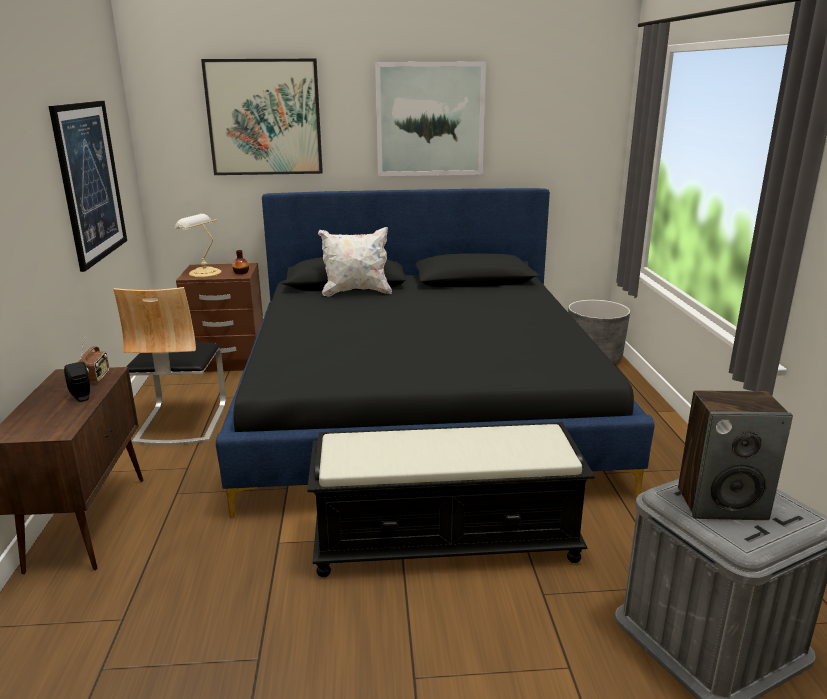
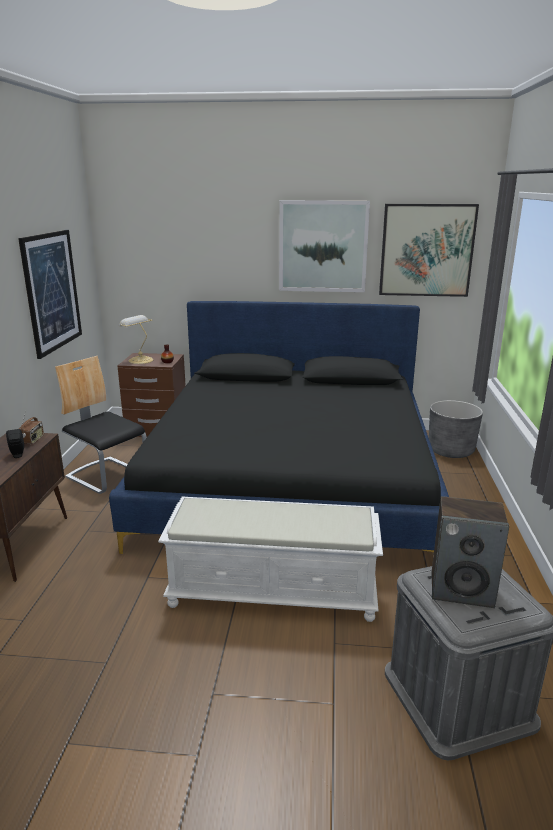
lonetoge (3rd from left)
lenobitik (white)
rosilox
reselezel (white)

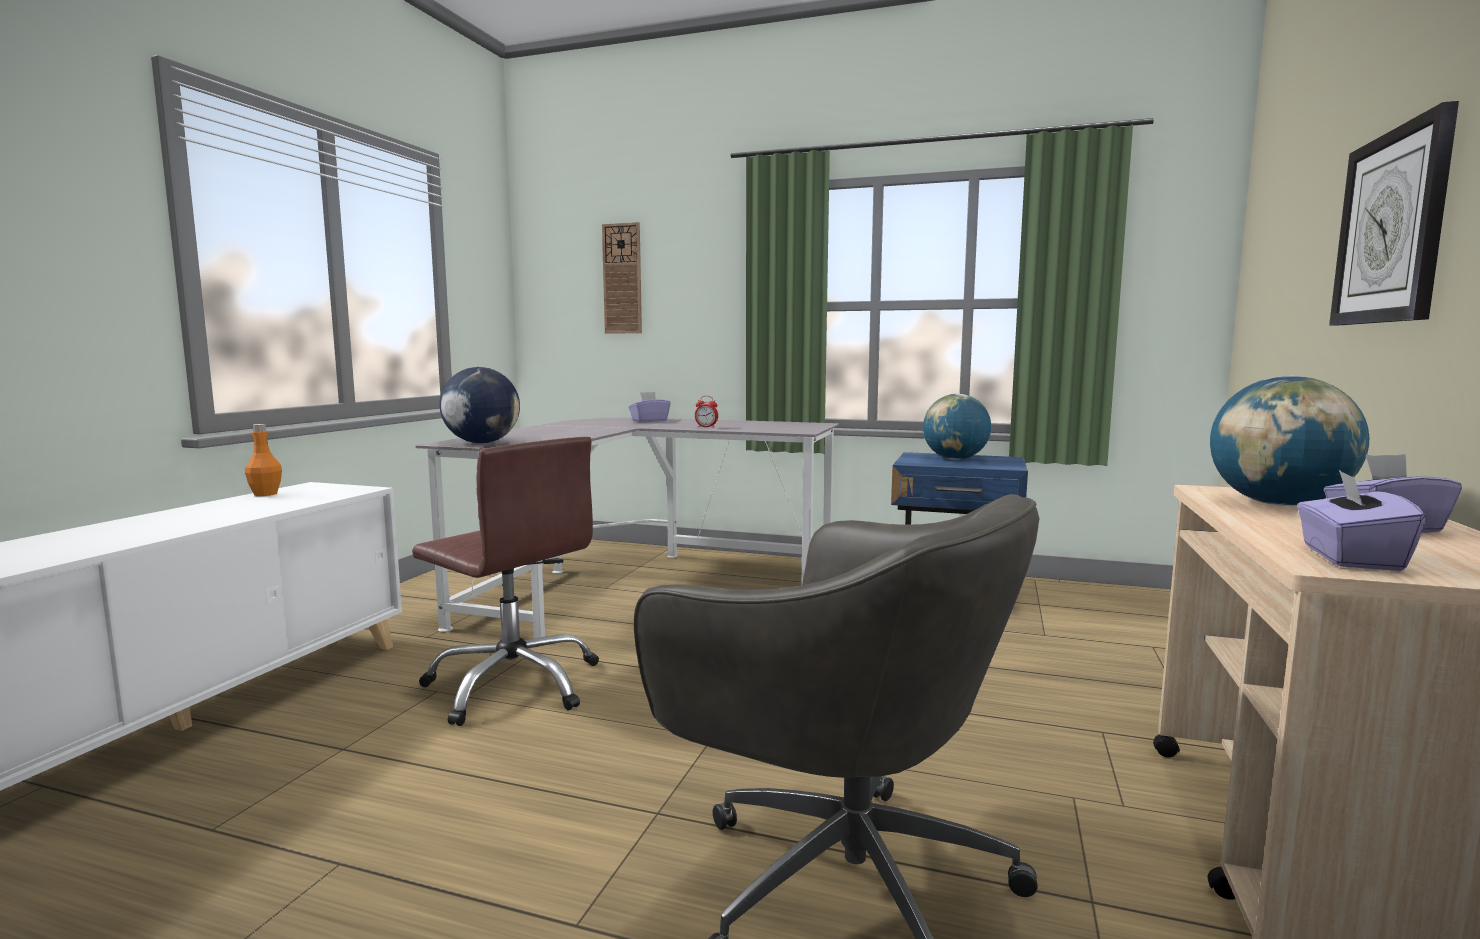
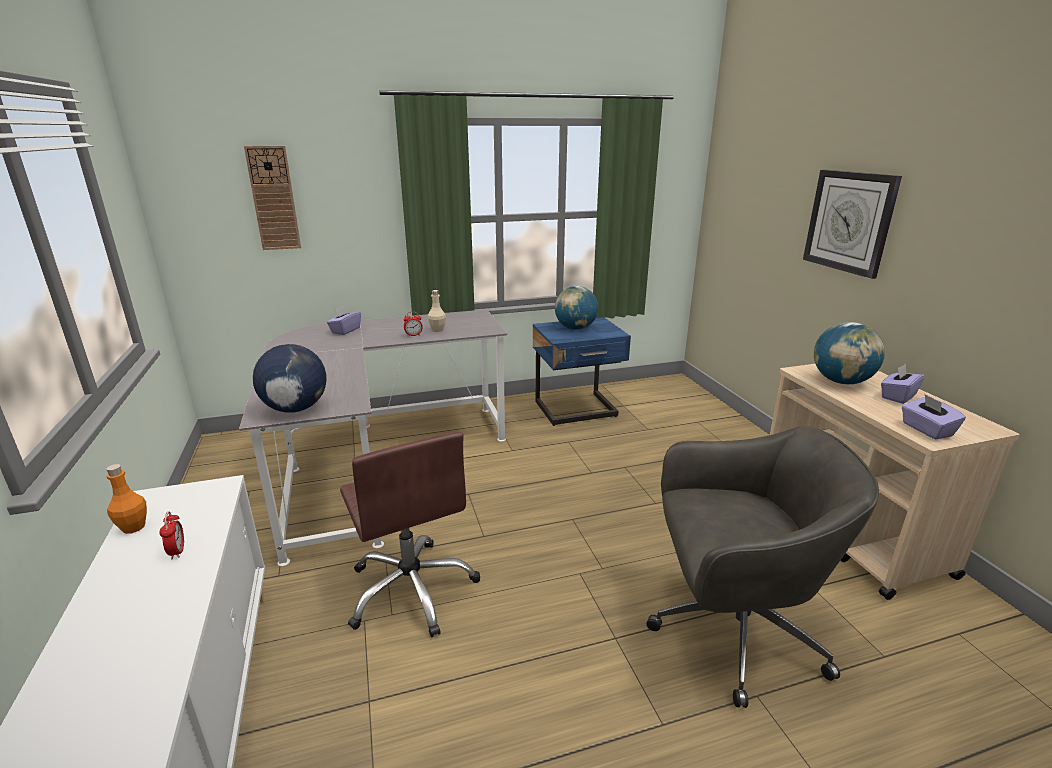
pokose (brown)
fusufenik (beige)
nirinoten (1st from left)

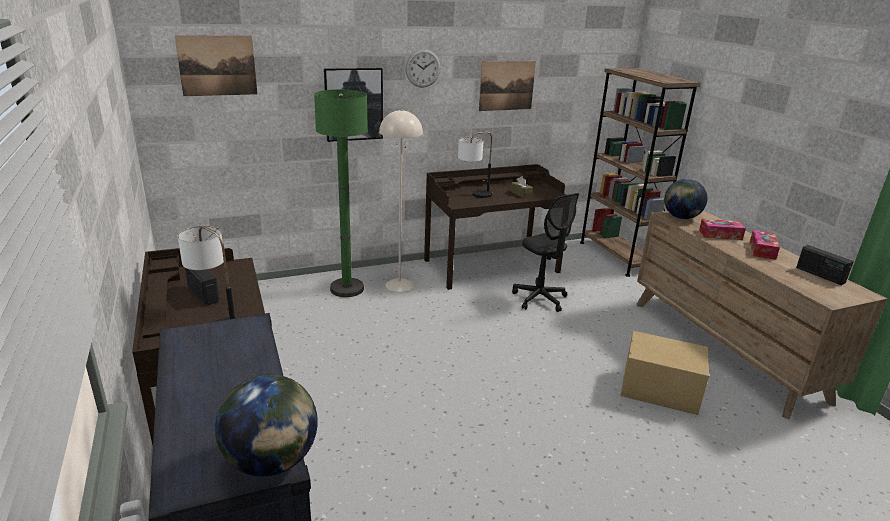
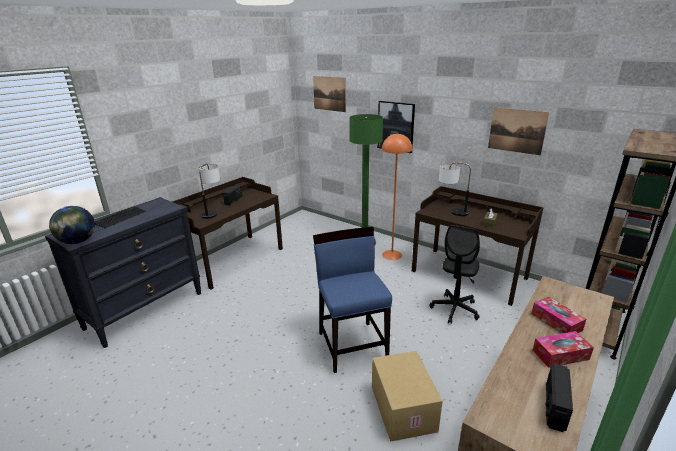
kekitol
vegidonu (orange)
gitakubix (2nd from left in the first image)
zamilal
rosilox (blue)

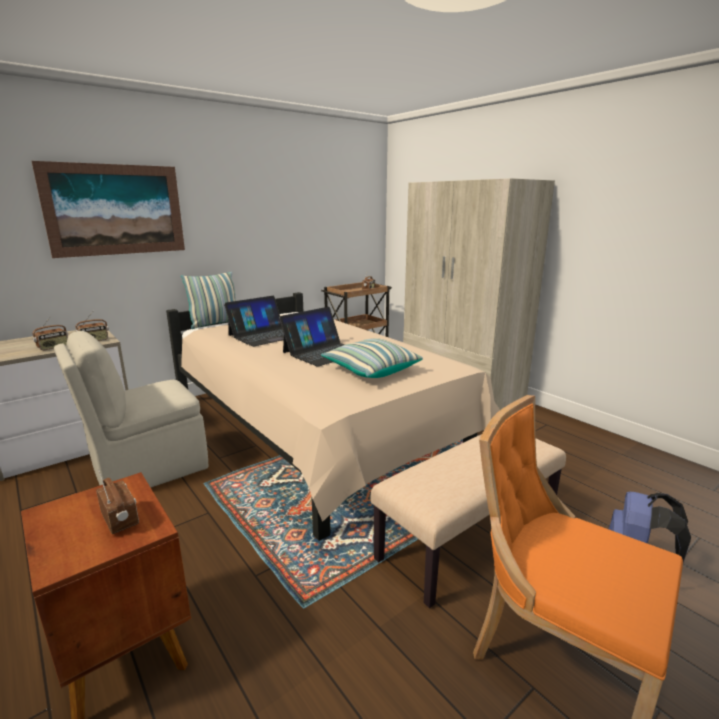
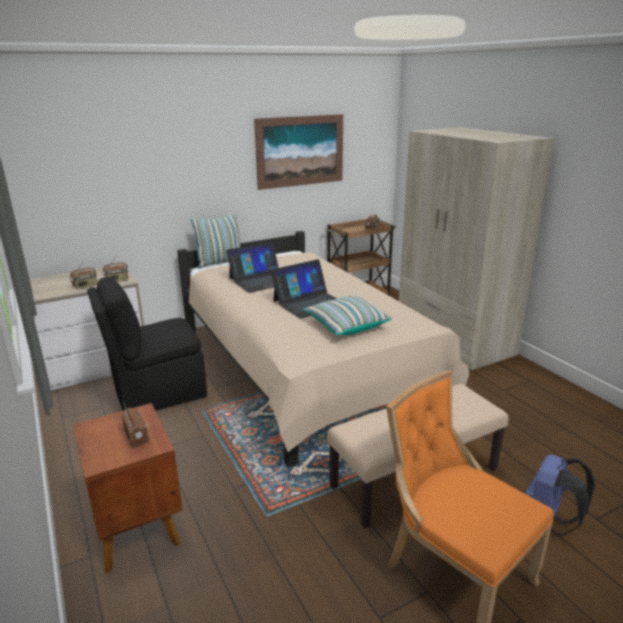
lonetoge
rosilox (black)

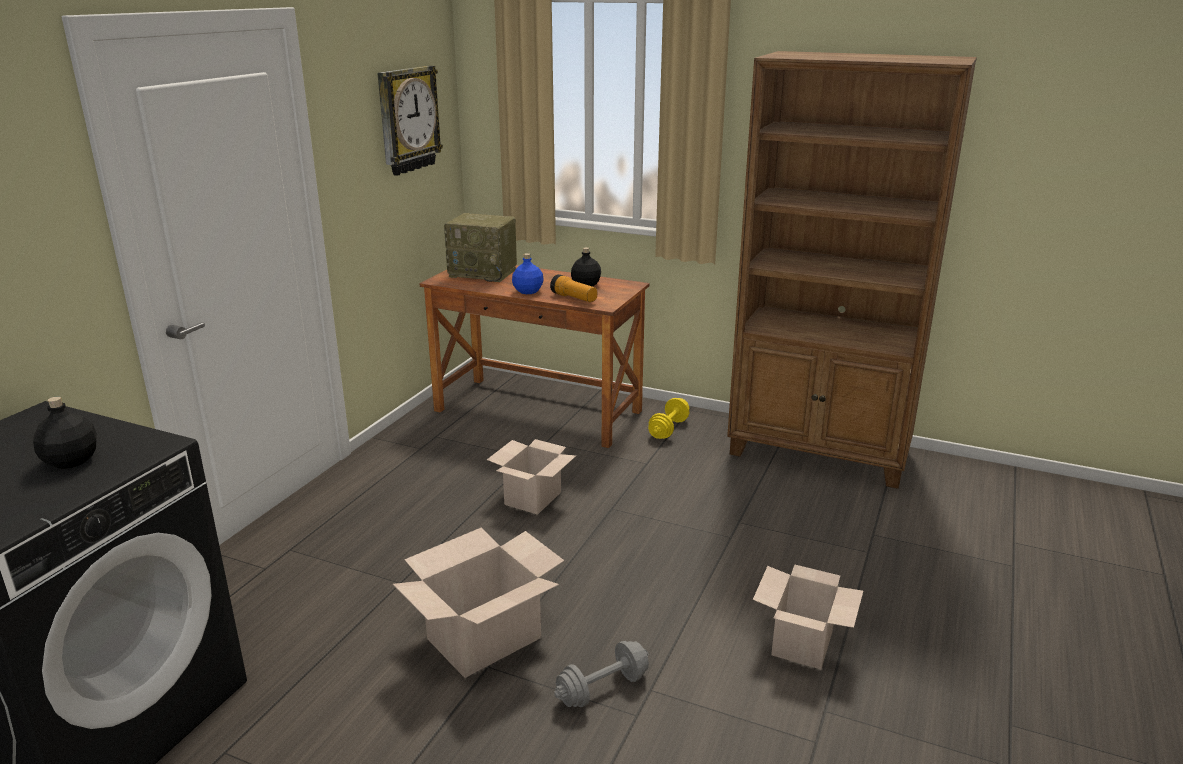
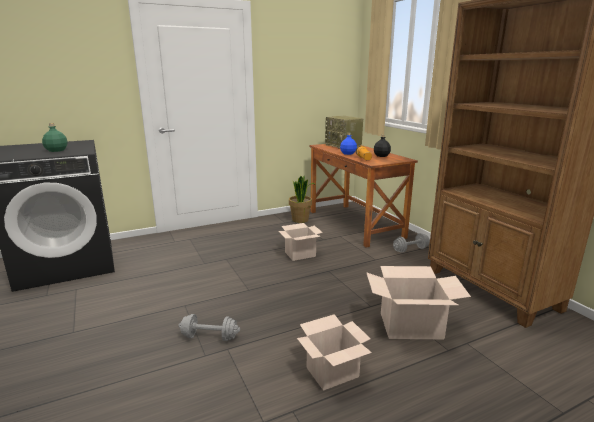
kekitol
fusufenik (green)
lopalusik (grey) (2nd from left)
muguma (3rd from left)
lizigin

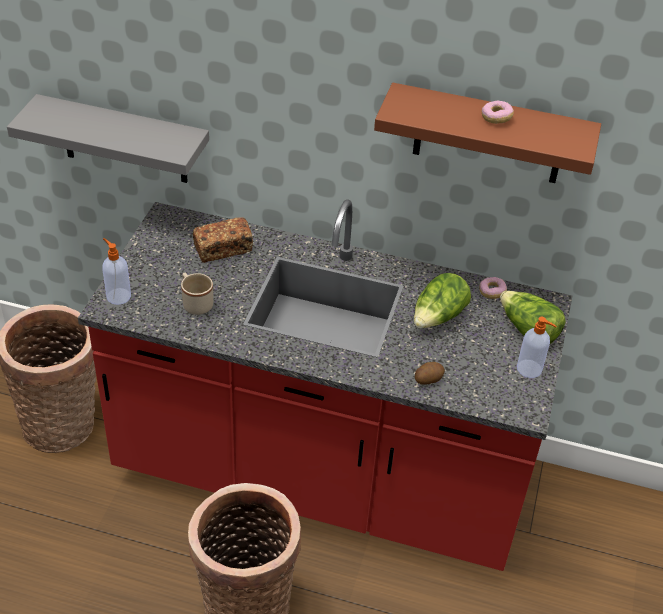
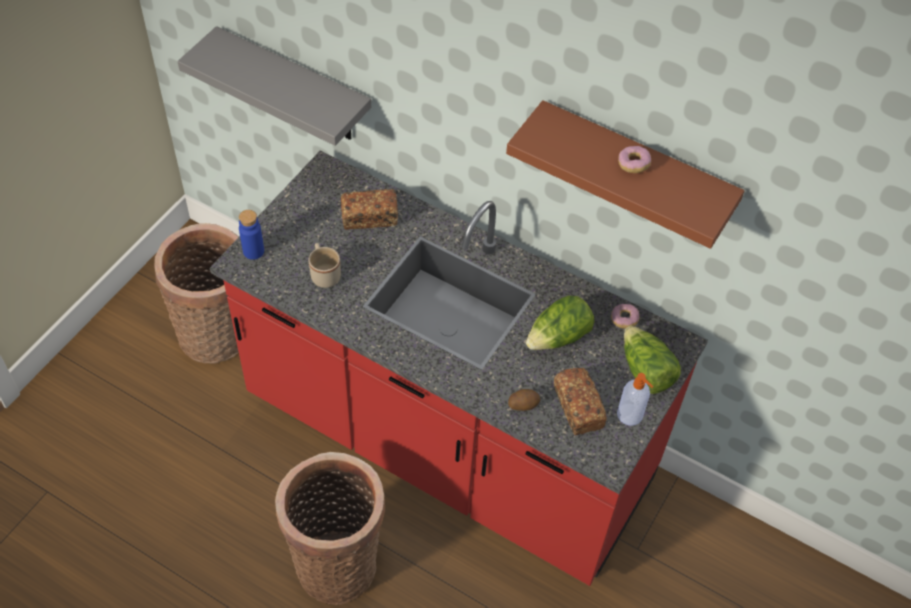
fusufenik (blue)
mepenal (2nd from left)

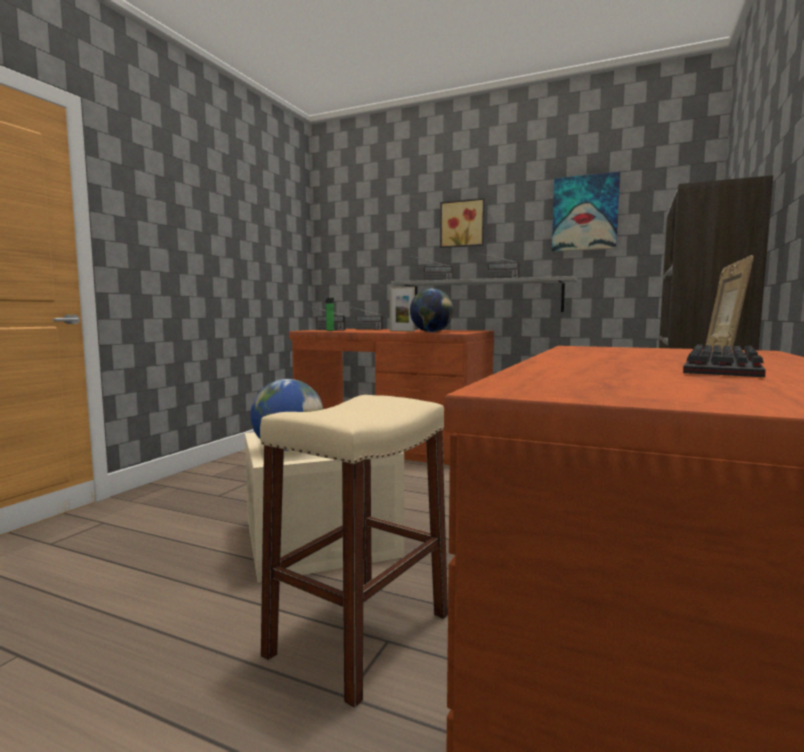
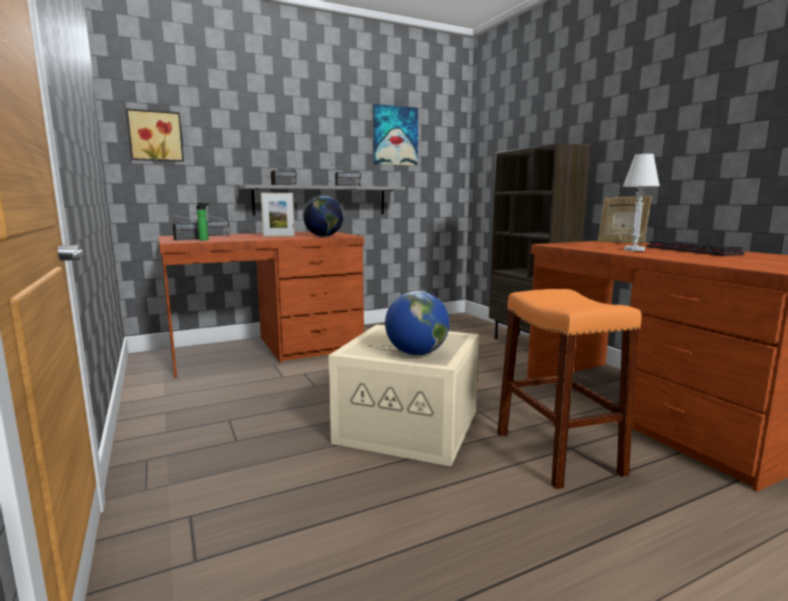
lonetoge (1st from left)
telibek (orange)
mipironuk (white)

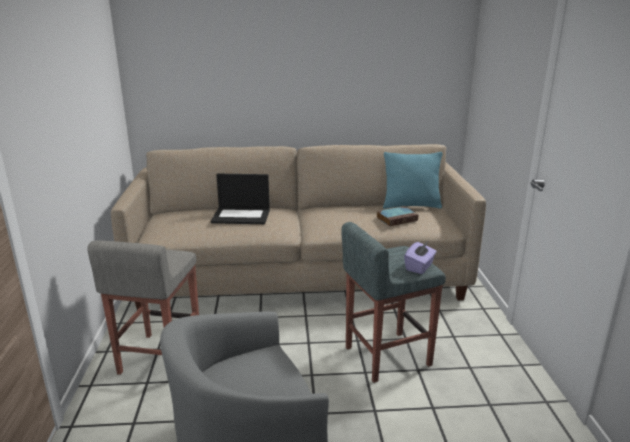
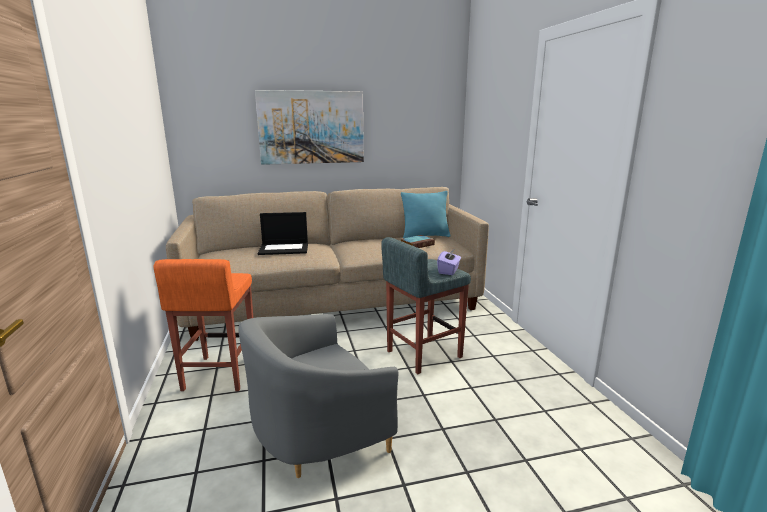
telibek (orange)
lonetoge

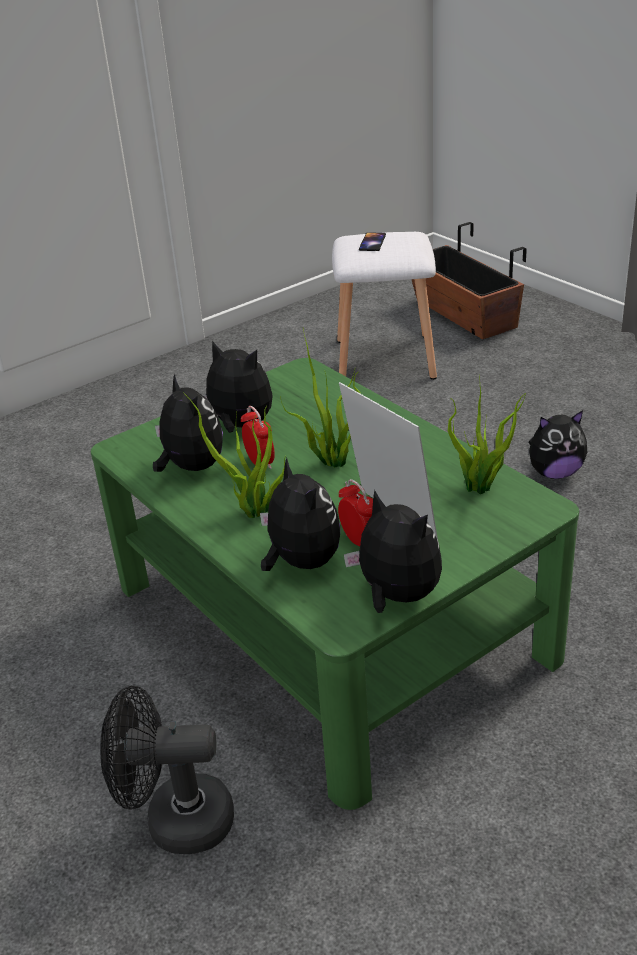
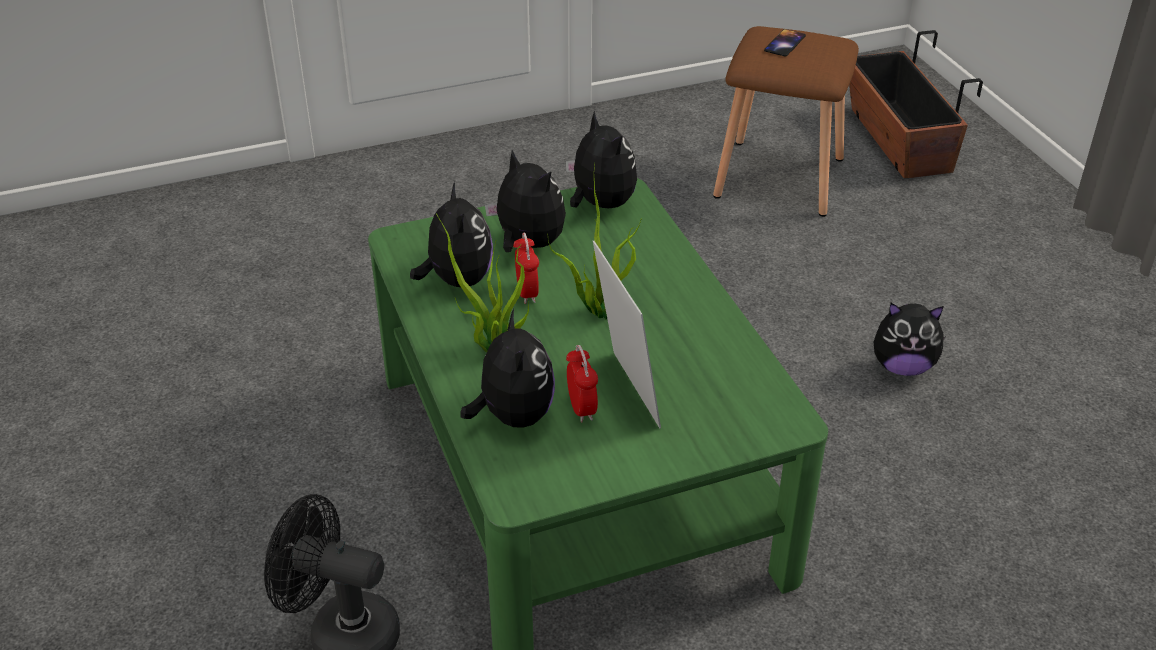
telibek (brown)
lizigin (3rd from left in the first image)
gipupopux (4th from left)

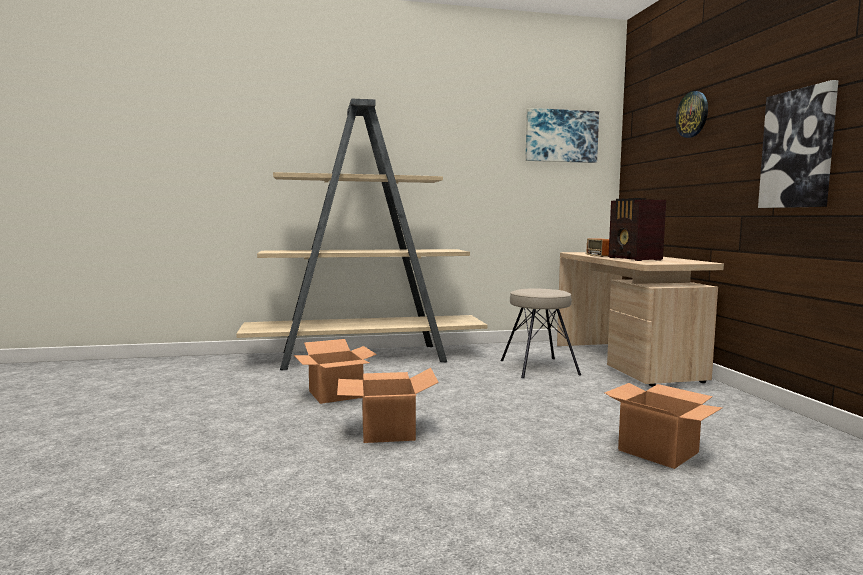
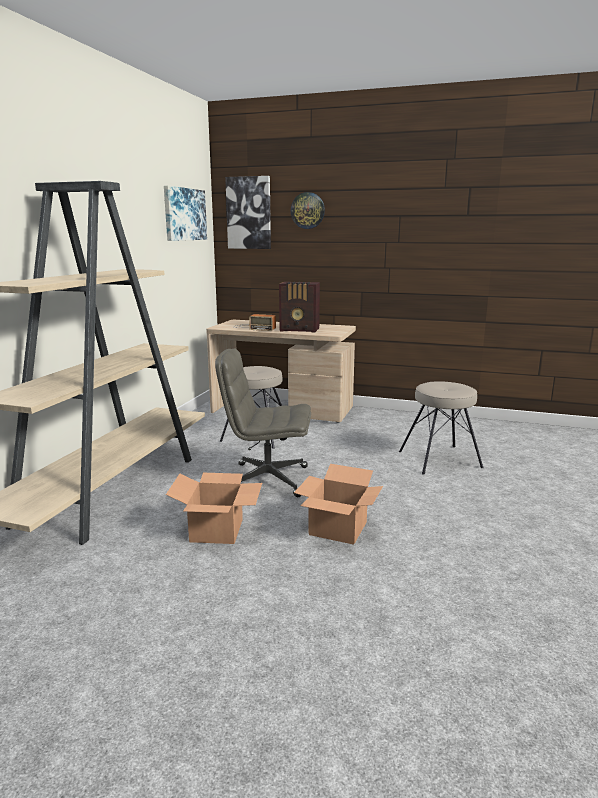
lonetoge (2nd from left)
telibek (beige) (2nd from left)
pokose (grey)

